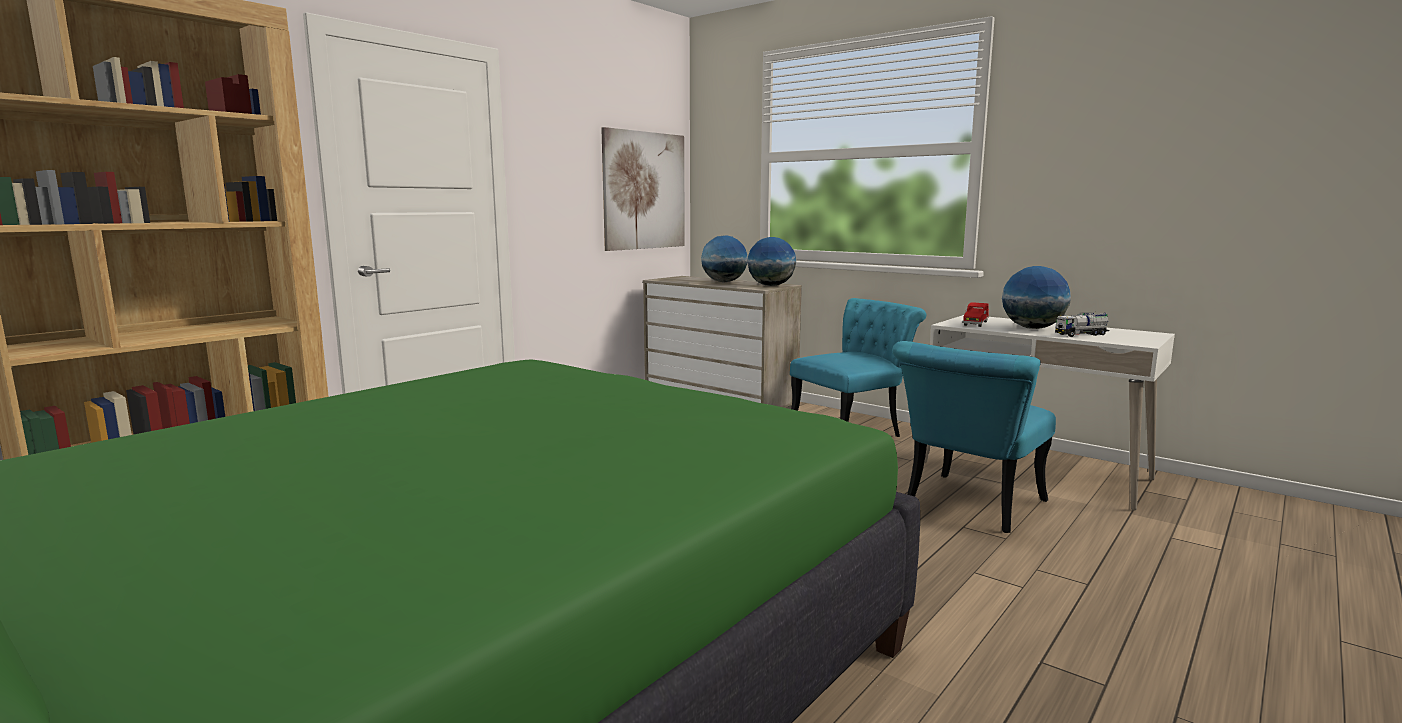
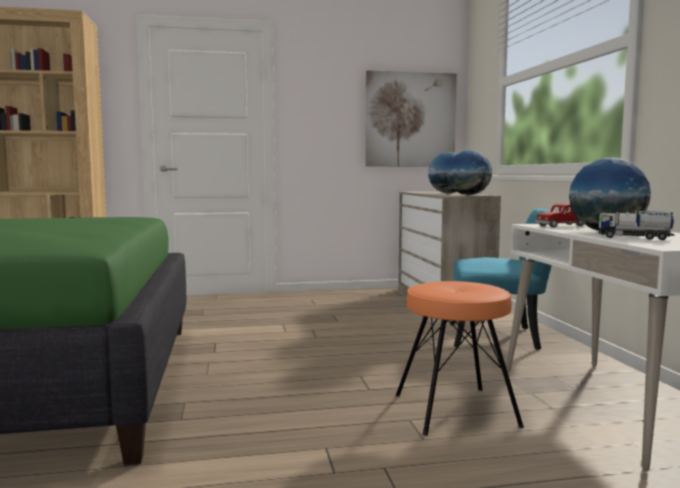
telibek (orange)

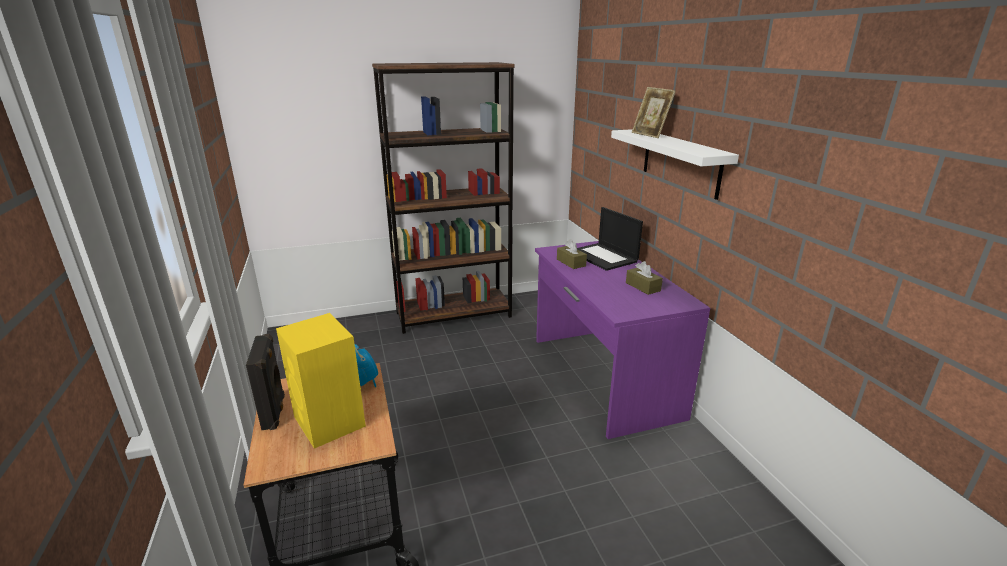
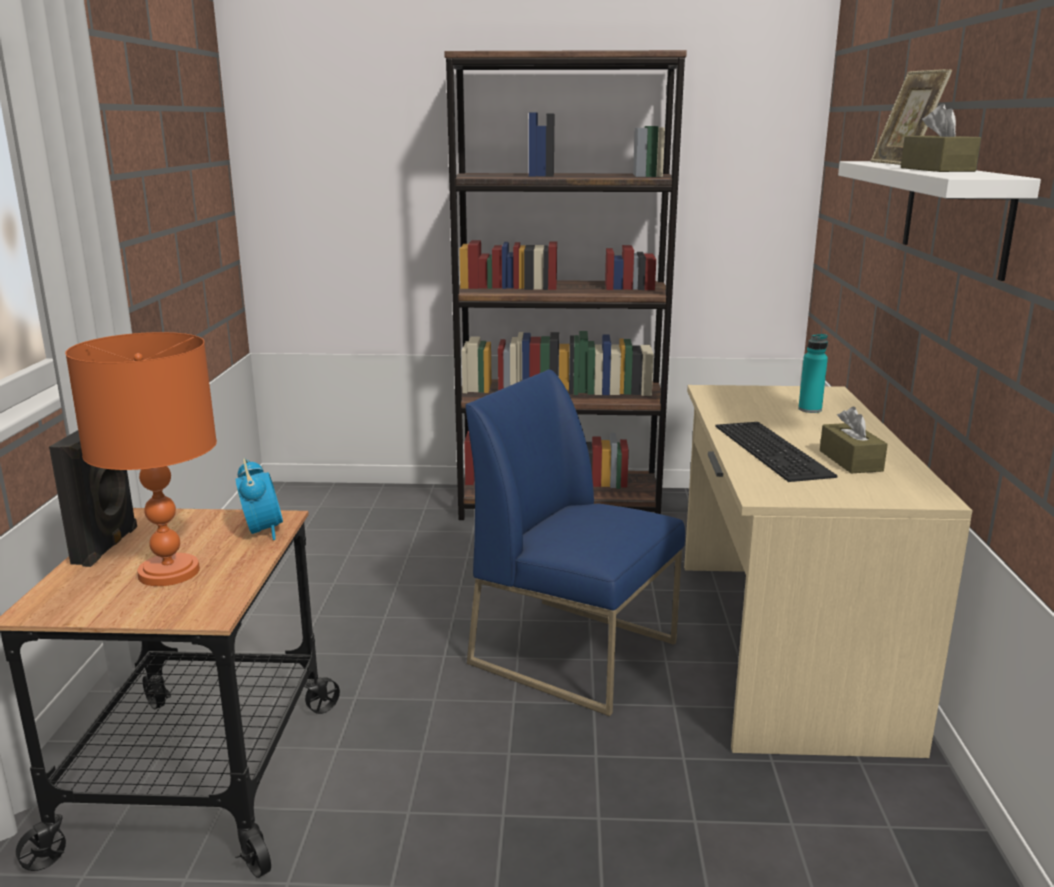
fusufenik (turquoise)
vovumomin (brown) (2nd from left)
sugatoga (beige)
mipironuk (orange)
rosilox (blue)
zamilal

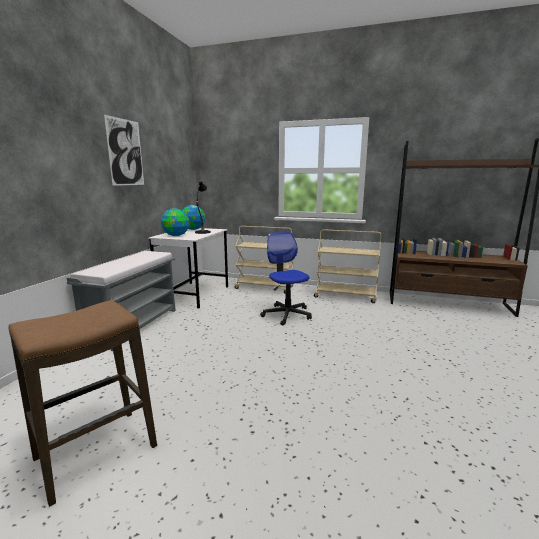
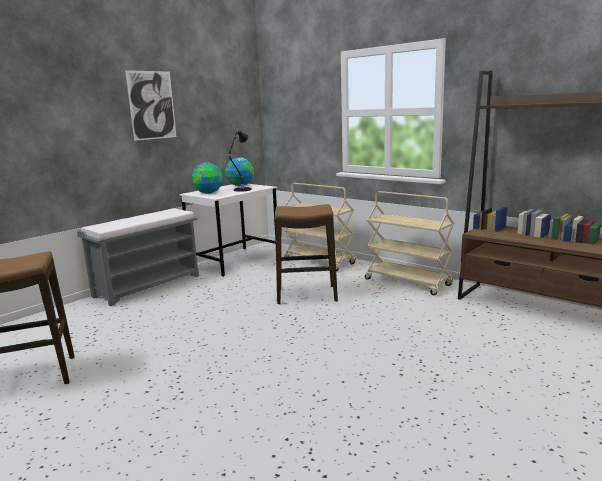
telibek (2nd from left)

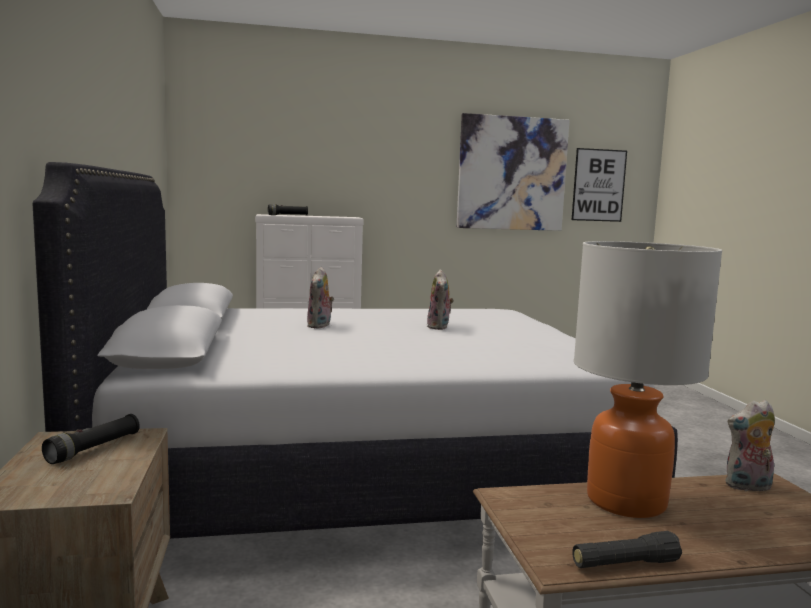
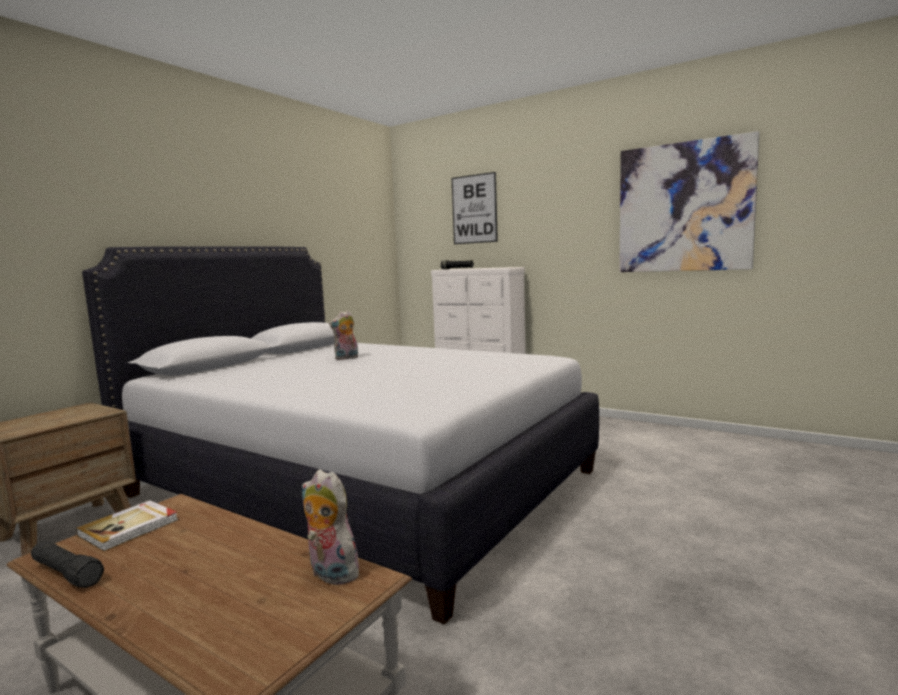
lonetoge (1st from left)
mipironuk
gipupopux (2nd from left in the first image)
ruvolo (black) (1st from left in the first image)
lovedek

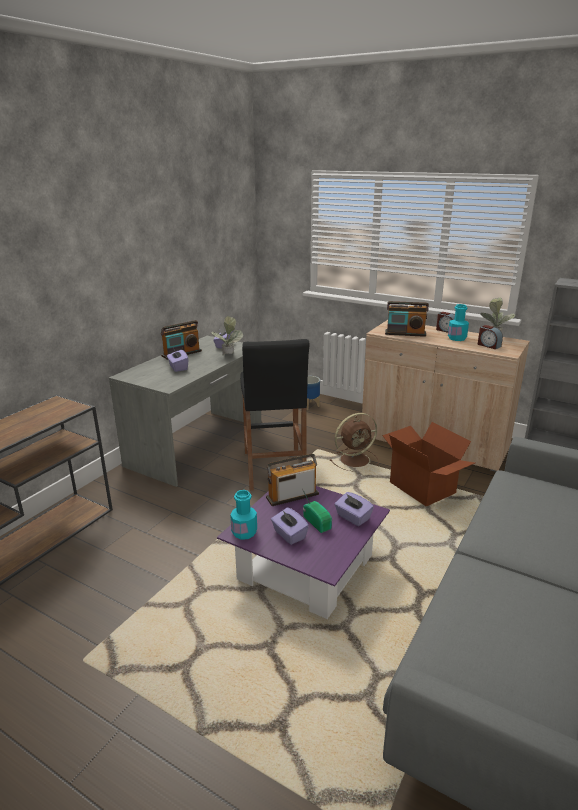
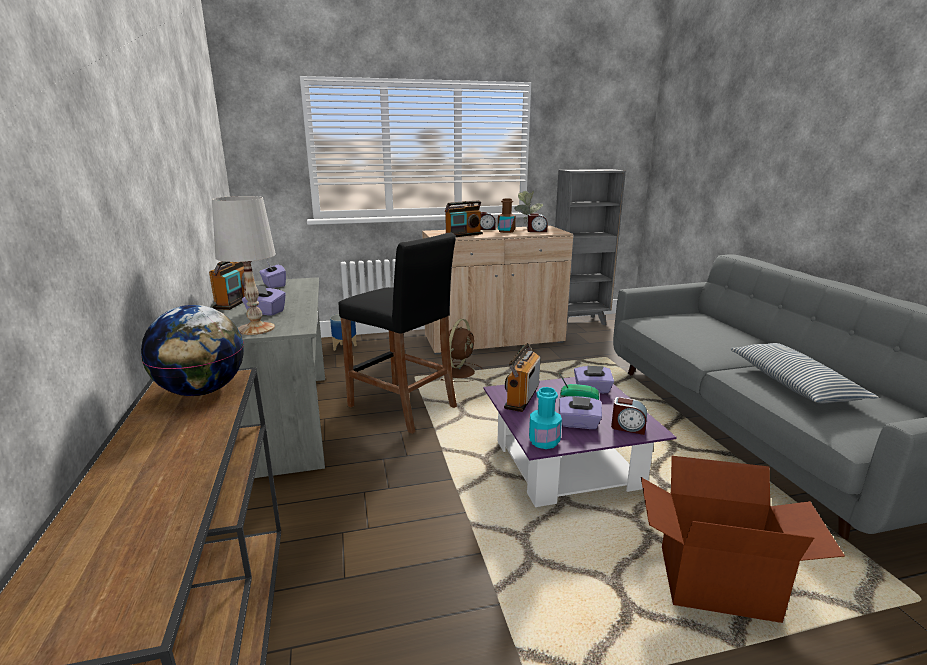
fusufenik (brown)
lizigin (1st from left in the first image)
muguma
mipironuk (white)
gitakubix
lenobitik
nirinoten (3rd from left)

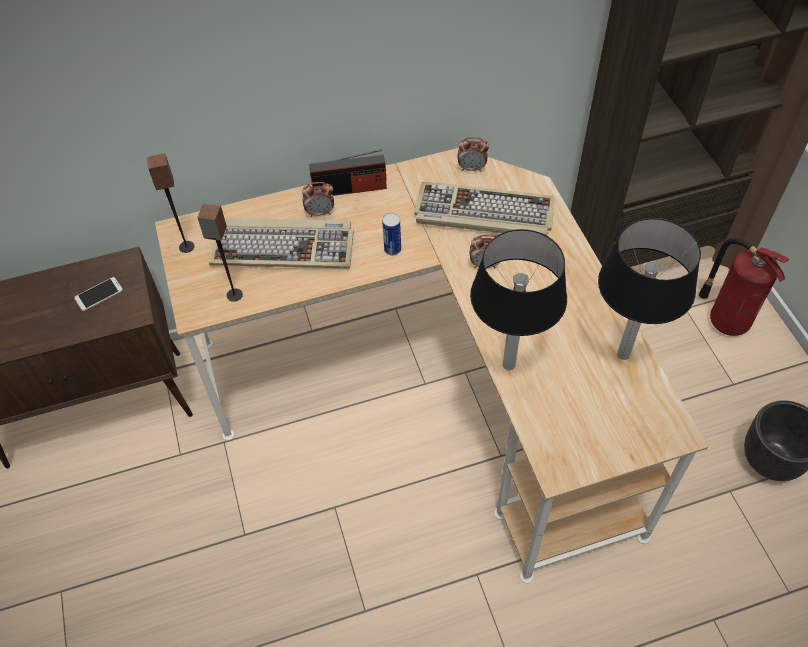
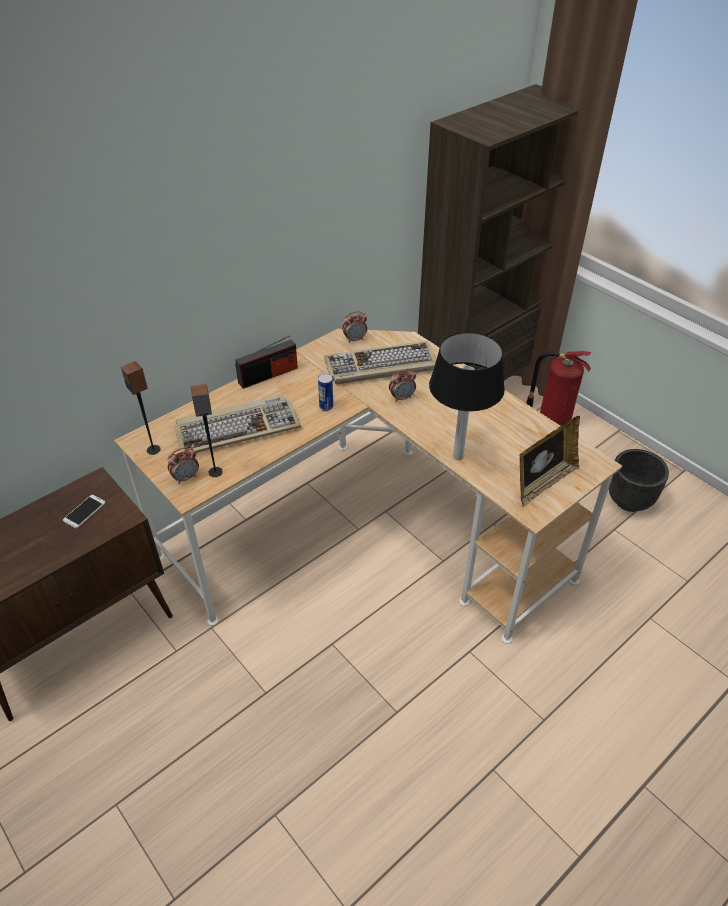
nirinoten (1st from left)
mipironuk (2nd from left in the first image)
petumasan

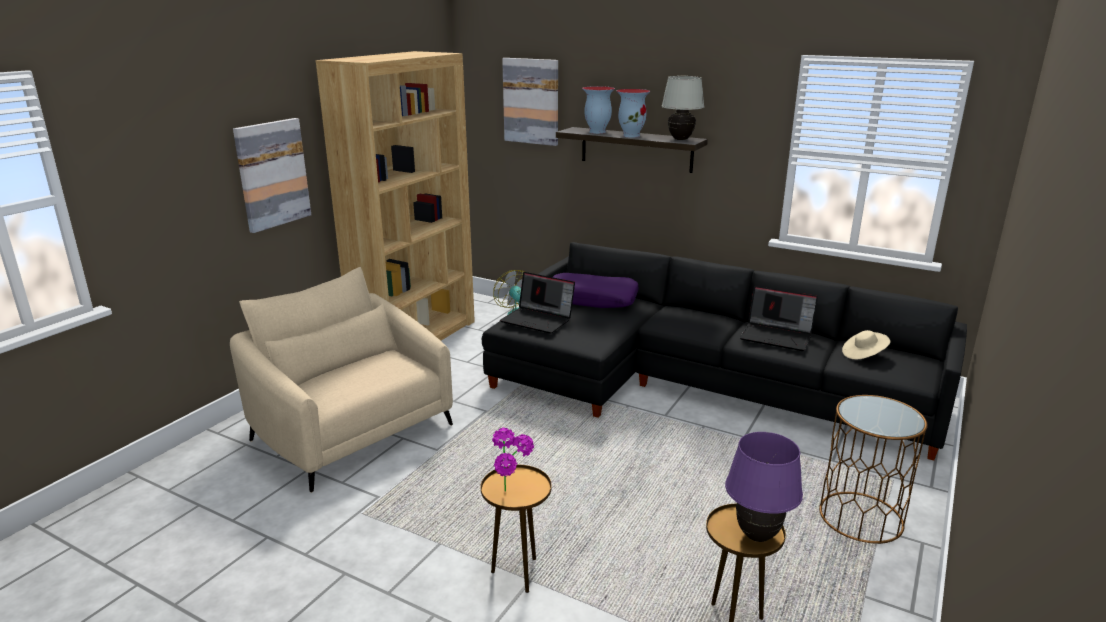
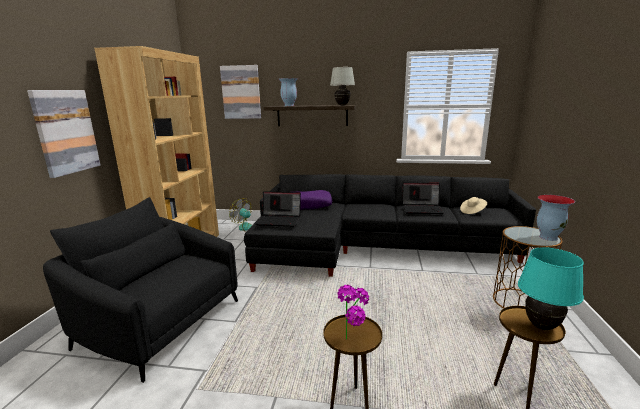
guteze (2nd from left)
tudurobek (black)
mipironuk (turquoise)

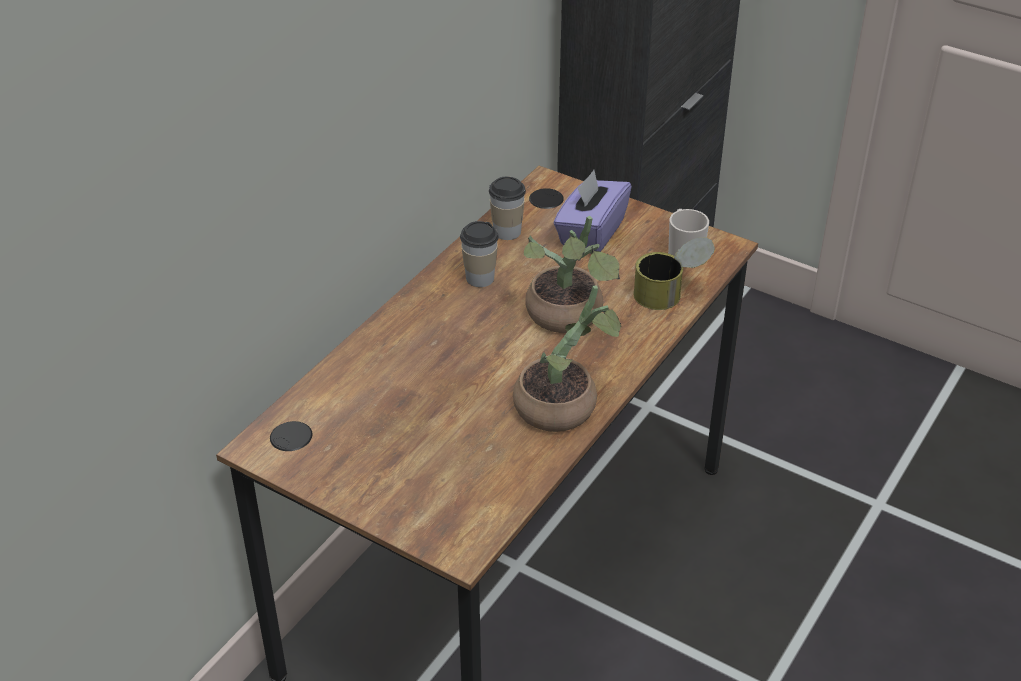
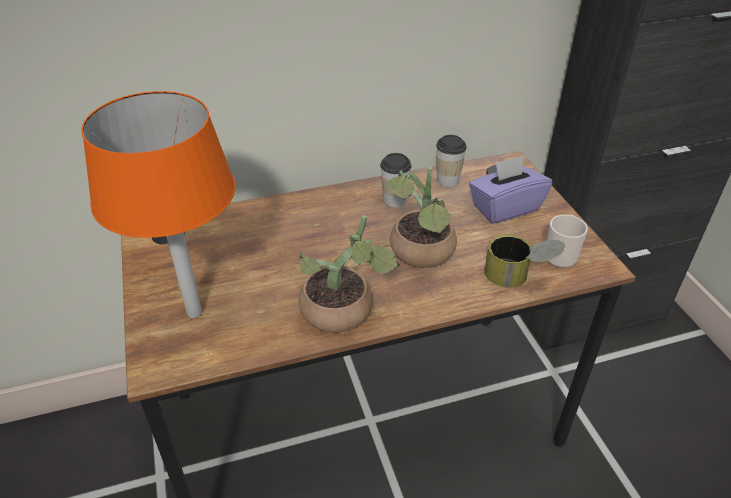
mipironuk (orange)

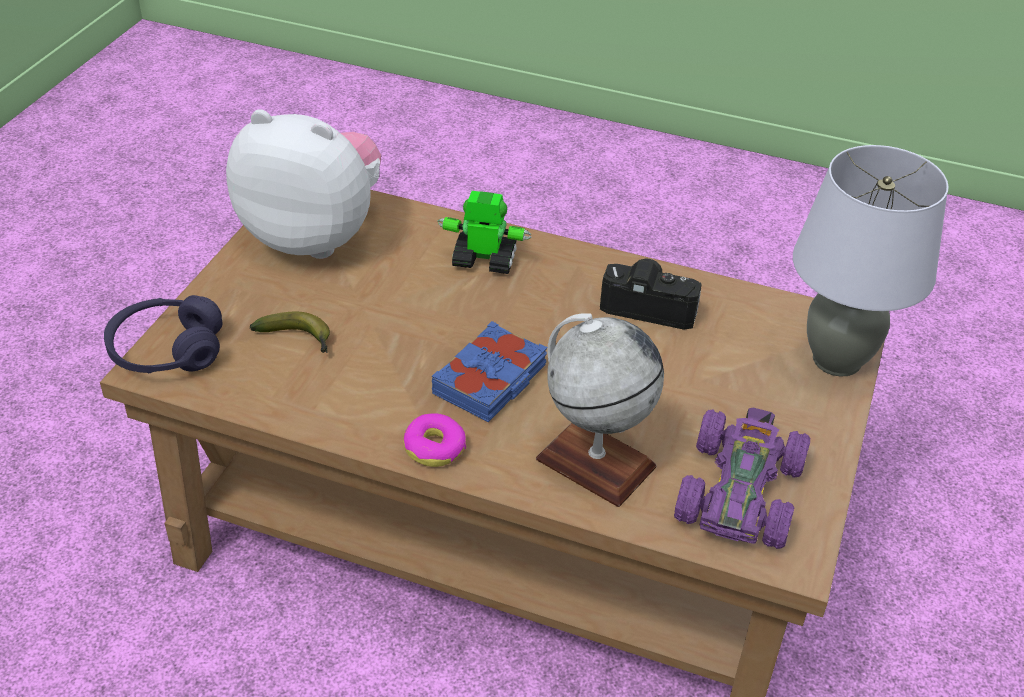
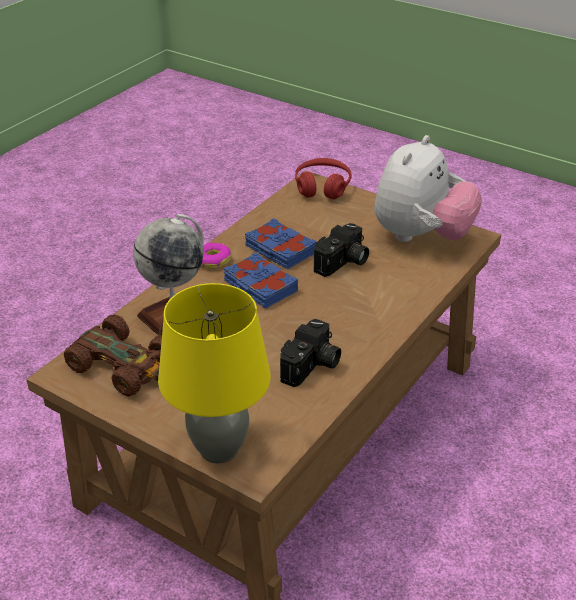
mipironuk (yellow)
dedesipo
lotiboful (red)
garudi
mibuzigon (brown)
lovedek (blue) (2nd from left)
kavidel (2nd from left)

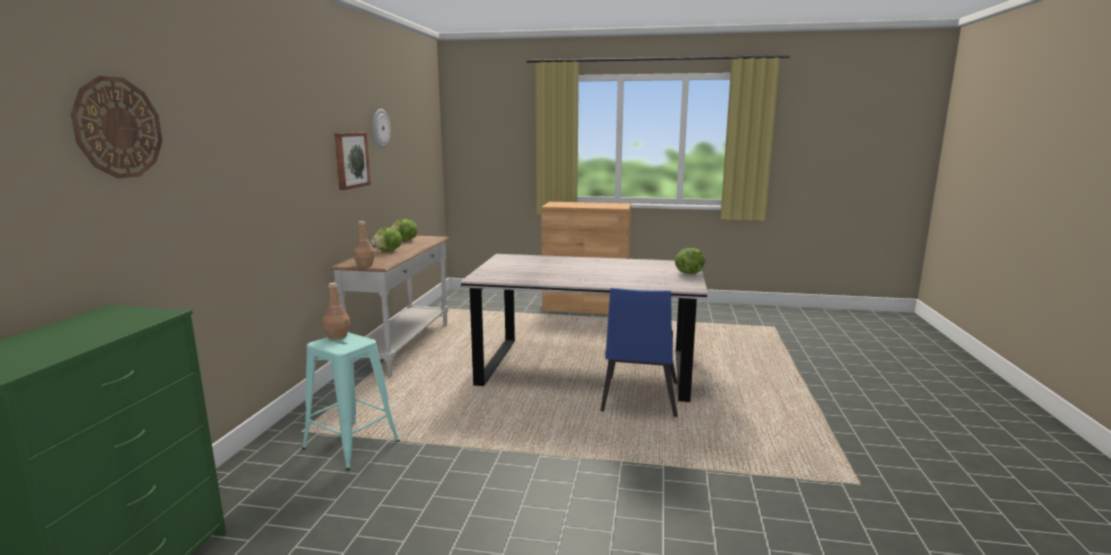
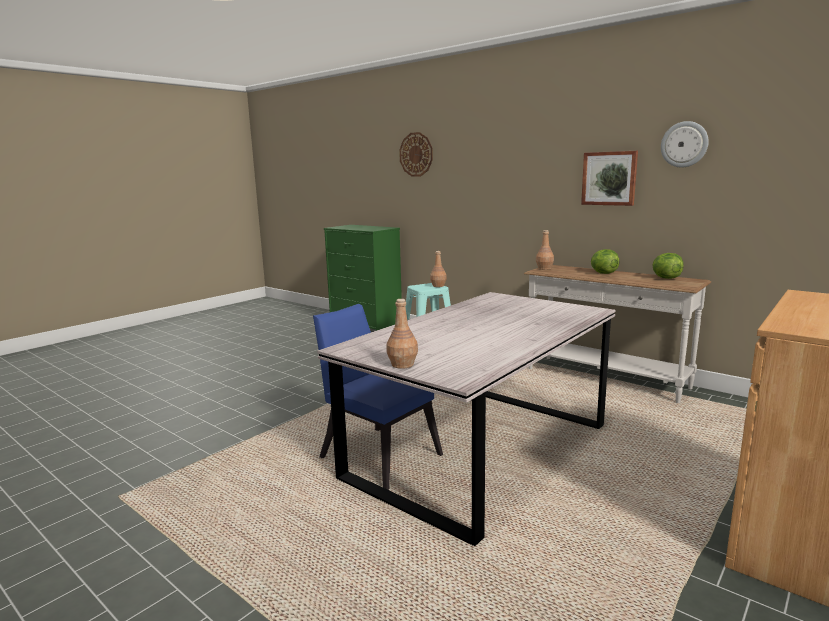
fusufenik (brown) (1st from left)

